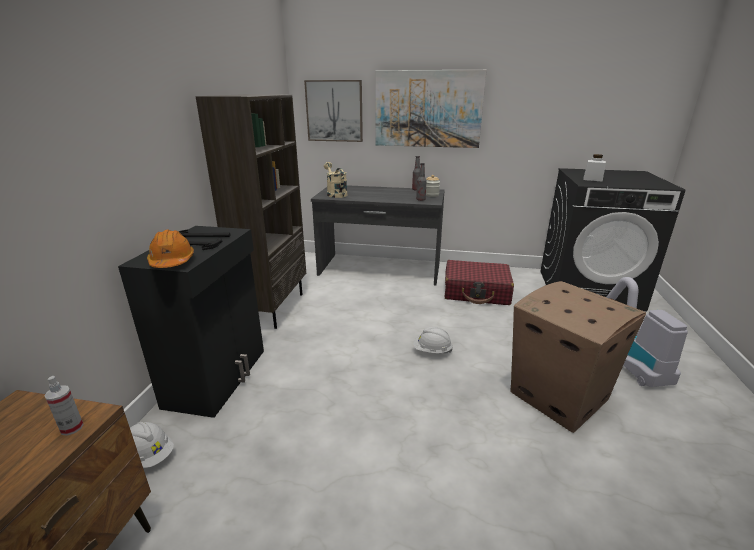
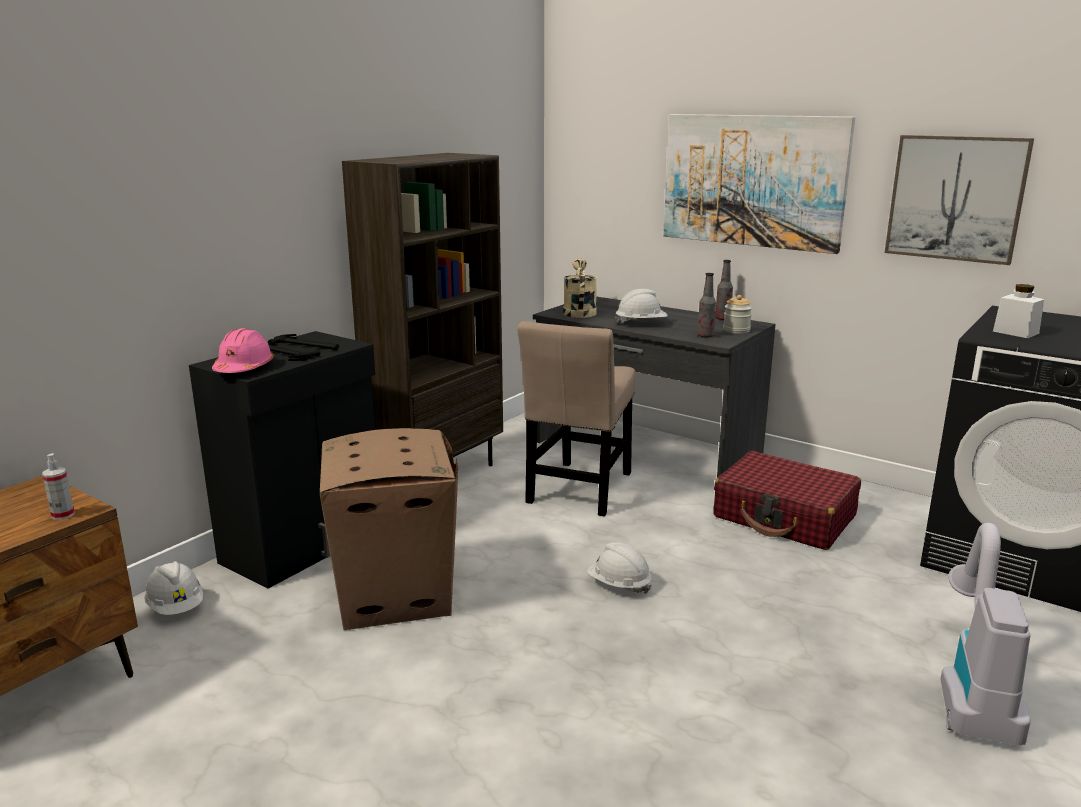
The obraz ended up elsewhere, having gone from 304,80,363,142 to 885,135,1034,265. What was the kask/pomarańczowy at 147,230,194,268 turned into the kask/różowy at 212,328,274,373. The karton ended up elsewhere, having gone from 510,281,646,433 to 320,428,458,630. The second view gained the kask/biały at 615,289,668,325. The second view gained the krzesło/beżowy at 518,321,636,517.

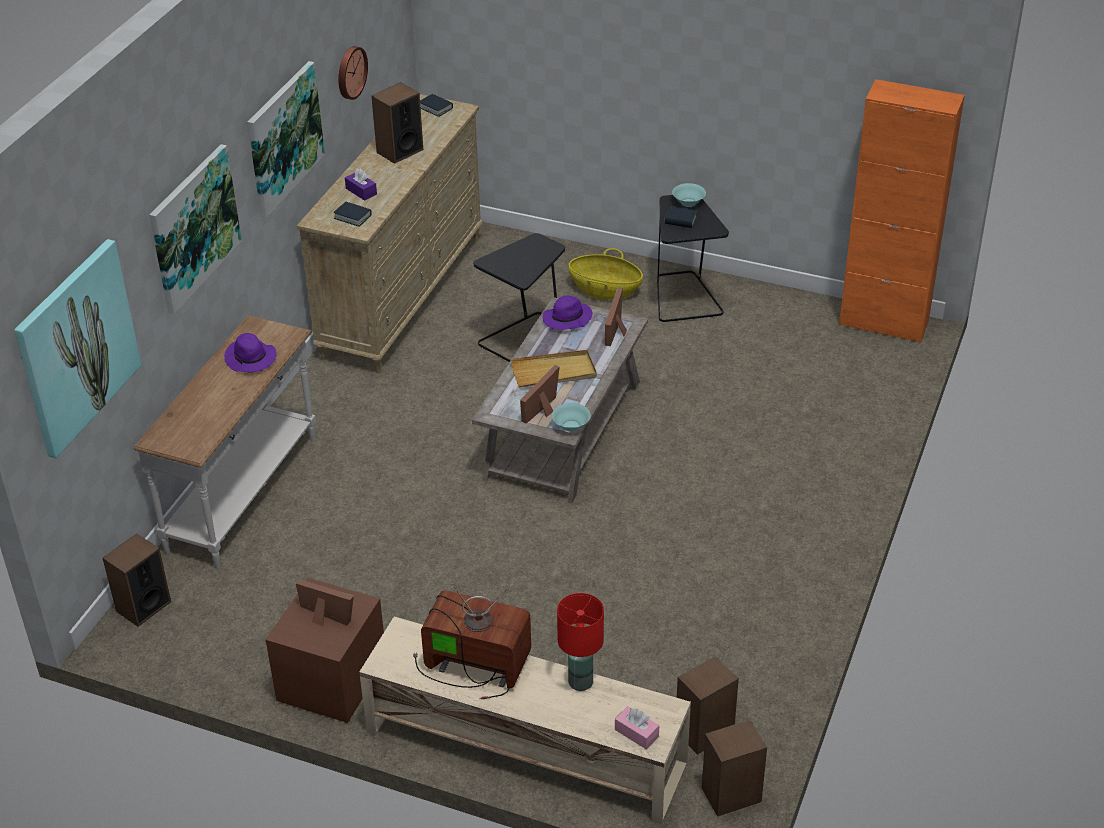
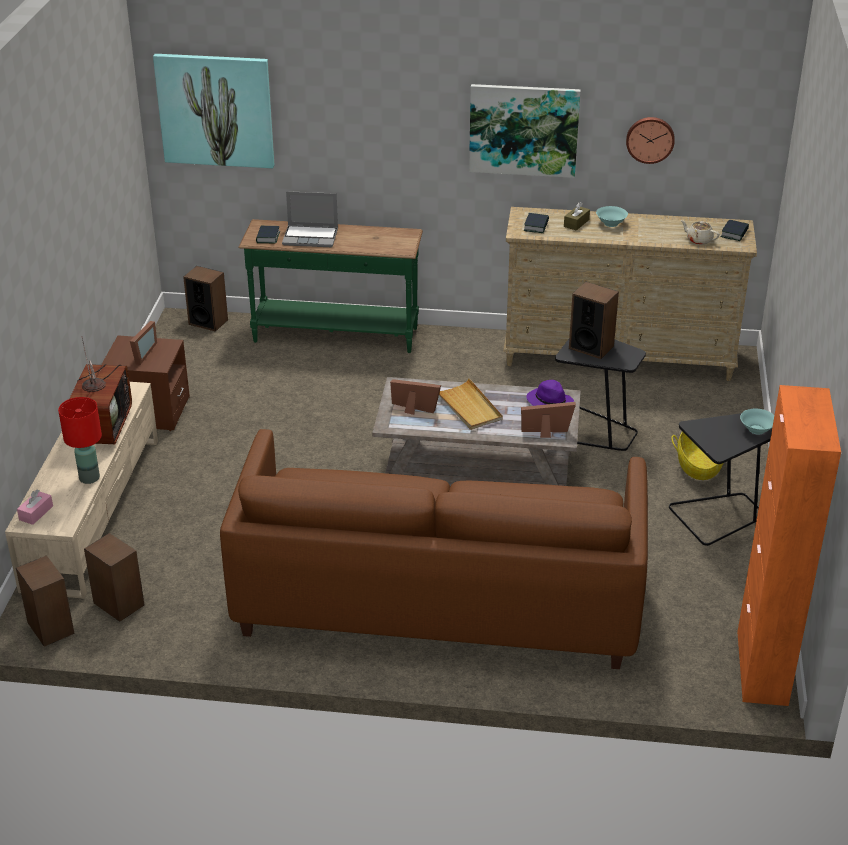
The głośnik ended up elsewhere, having gone from 371,82,423,164 to 569,282,619,359. The second view lost the obraz at 149,144,242,314. What was the pudełko chusteczek/fioletowy at 345,169,377,201 turned into the pudełko chusteczek/brązowy at 564,202,590,230. The książka ended up elsewhere, having gone from 664,206,697,228 to 256,226,280,243. What was the stolik konsolowy/biały at 134,315,316,568 turned into the stolik konsolowy/zielony at 238,219,423,353. The second view lost the kapelusz/fioletowy at 224,333,277,373. The miska/turkusowy ended up elsewhere, having gone from 552,403,590,432 to 596,206,628,227. The second view gained the laptop at 282,191,338,247. The second view gained the imbryk/beżowy at 681,220,720,245. The second view gained the kanapa/brązowy at 220,429,648,669.

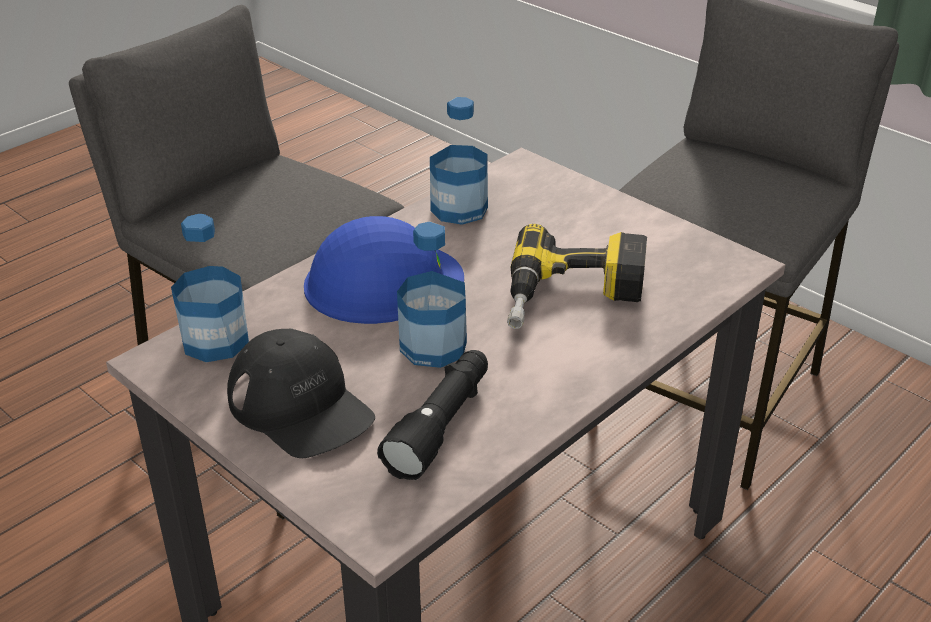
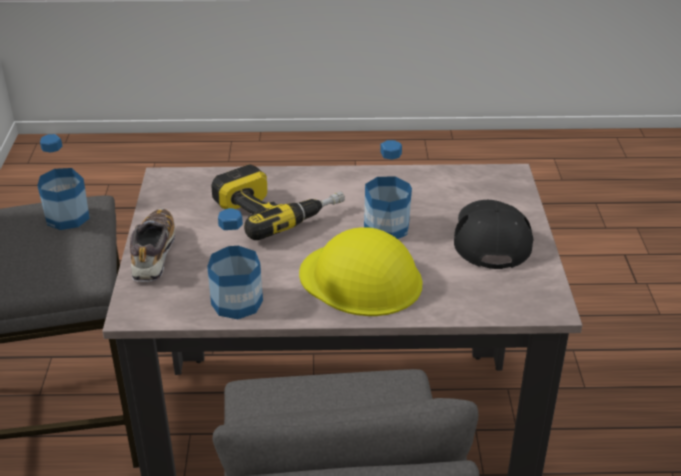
The butelka ended up elsewhere, having gone from 171,214,249,362 to 37,134,90,230. What was the kask/niebieski at 304,216,464,324 turned into the kask/żółty at 299,227,423,316. The second view lost the latarka/czarny at 377,350,488,480. The second view gained the but at 130,209,175,282.

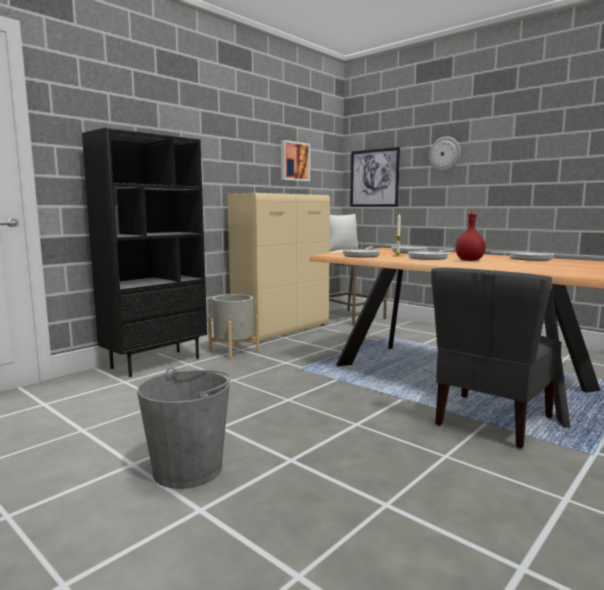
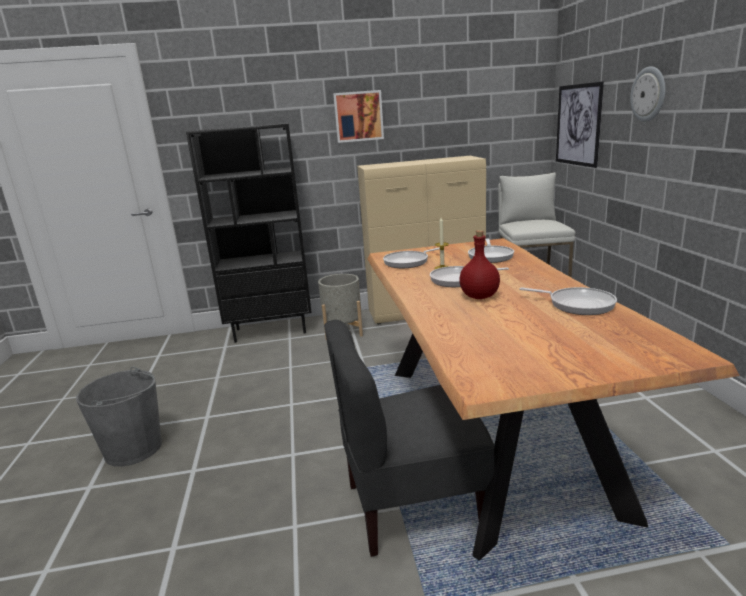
The obraz ended up elsewhere, having gone from 281,140,310,181 to 333,90,384,143.

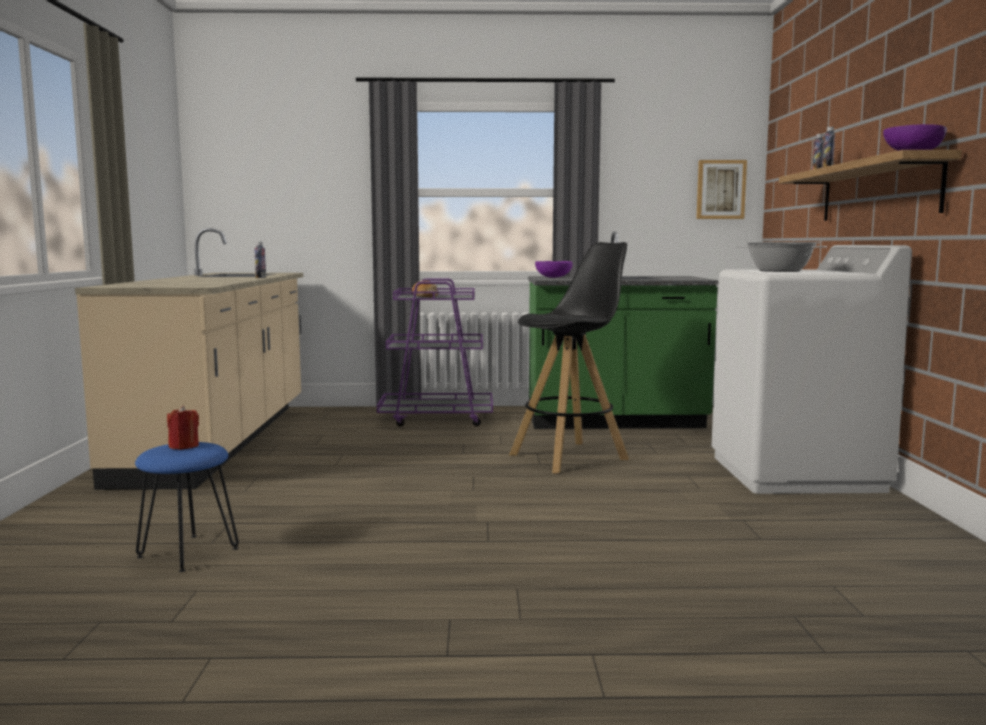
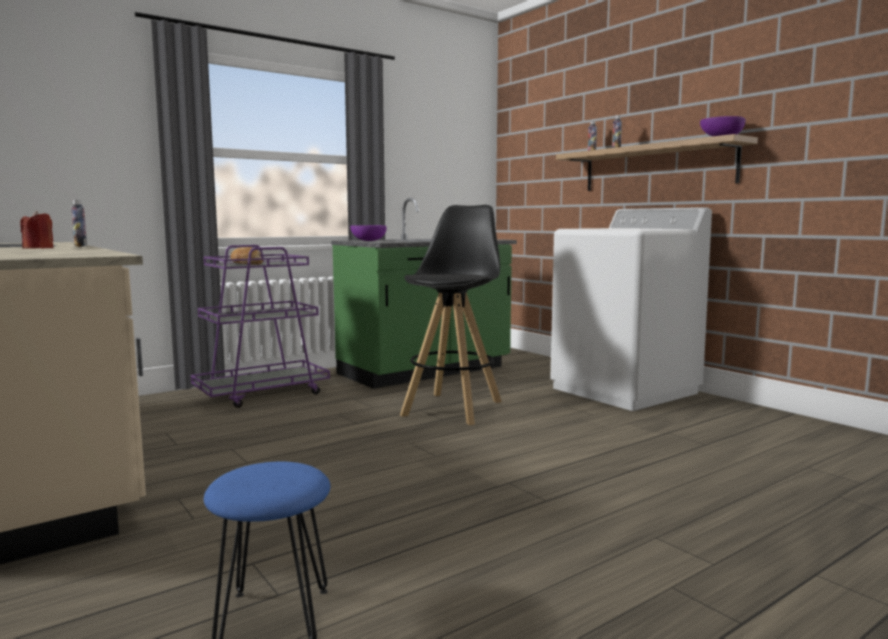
The second view lost the obraz at 696,160,747,219. The second view lost the garnek at 736,242,827,272. The świeca/czerwony ended up elsewhere, having gone from 167,405,199,450 to 20,211,53,248.

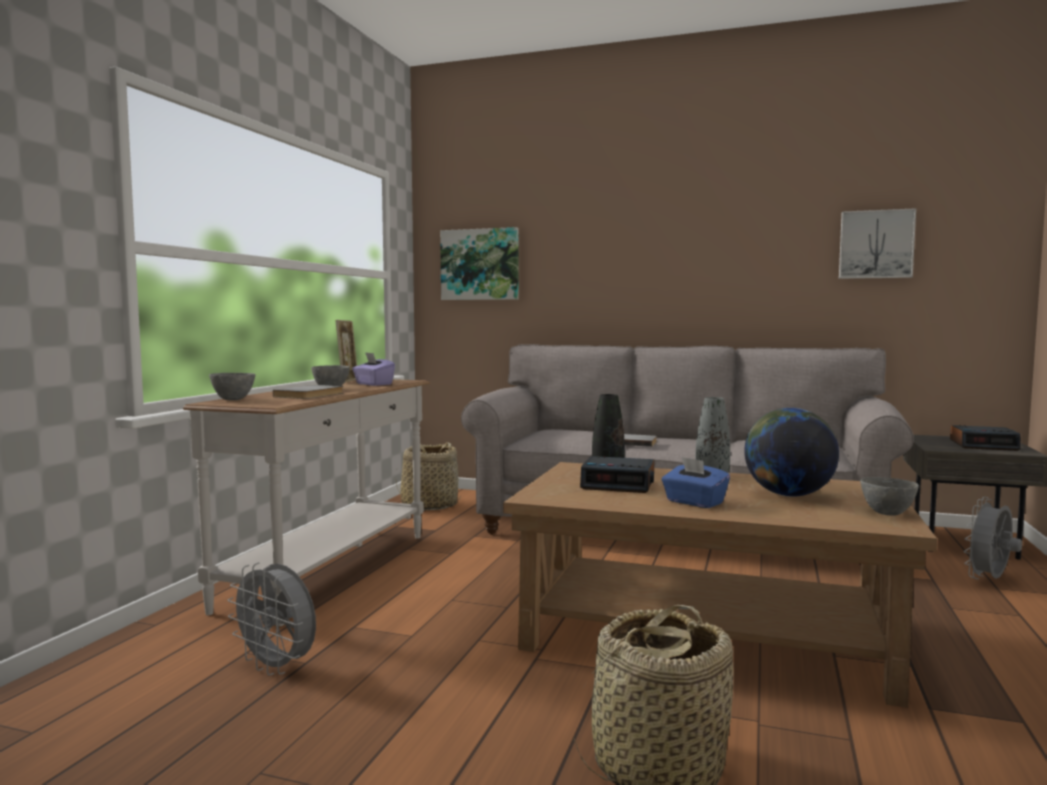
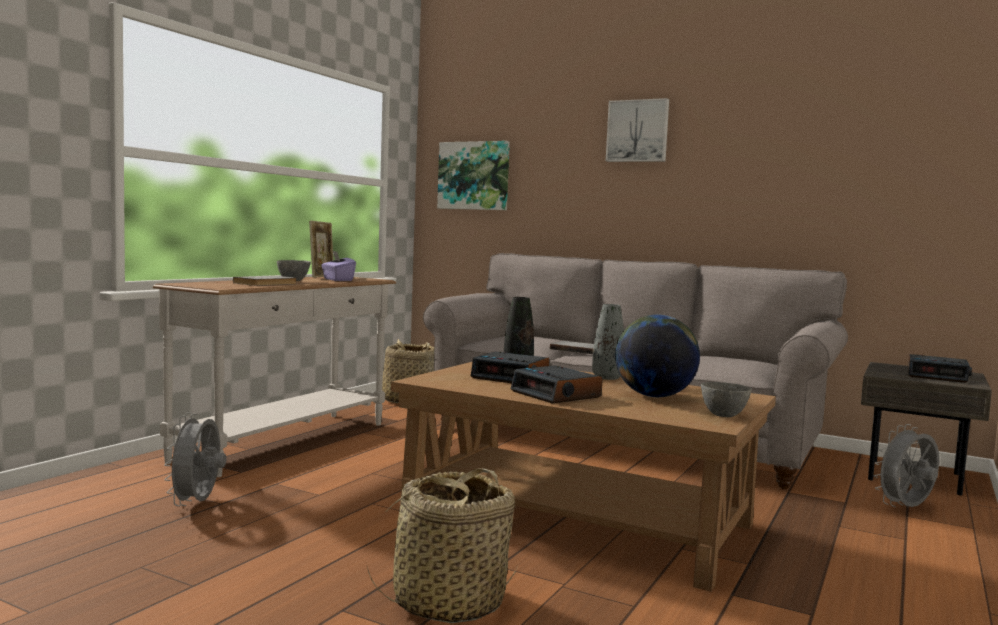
The obraz ended up elsewhere, having gone from 839,208,916,279 to 606,98,669,162. The second view lost the miska/szary at 209,373,255,400. Where the pudełko chusteczek/niebieski stood at 662,457,730,508, the budzik came to stand at 511,365,603,403. The wentylator/szary at 227,562,316,676 ended up facing another way, 45 degrees clockwise from before.

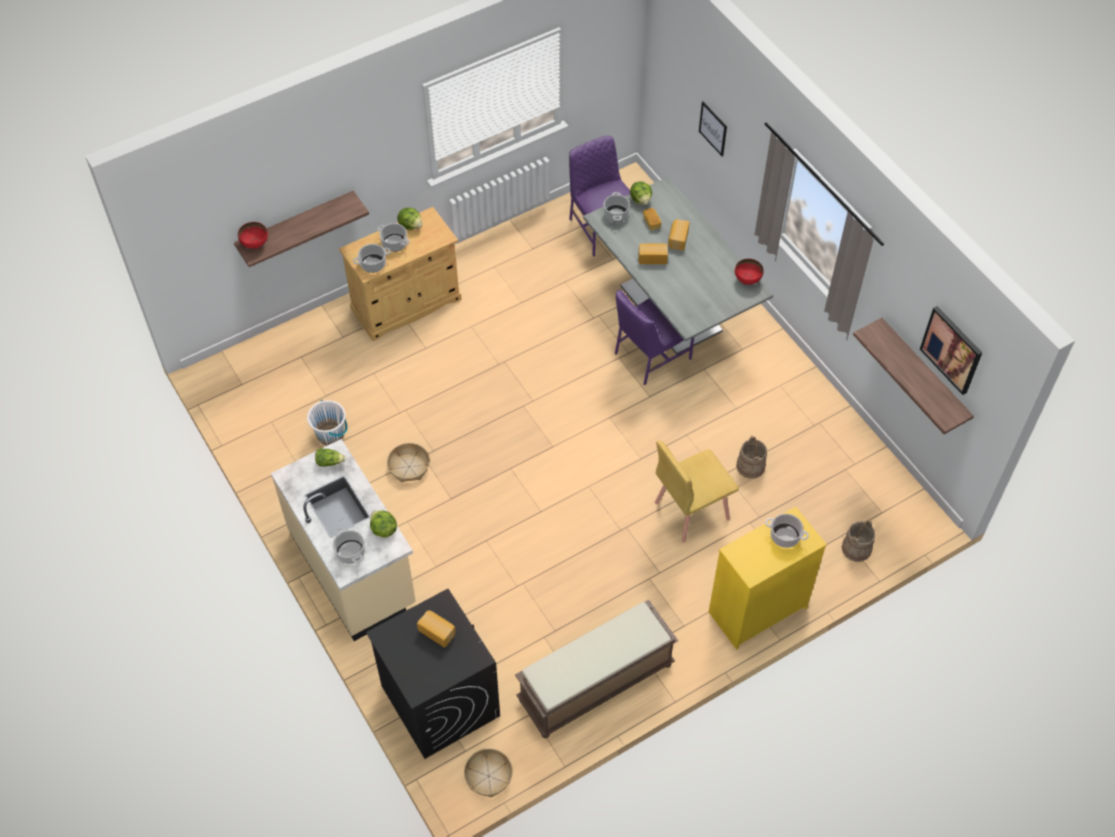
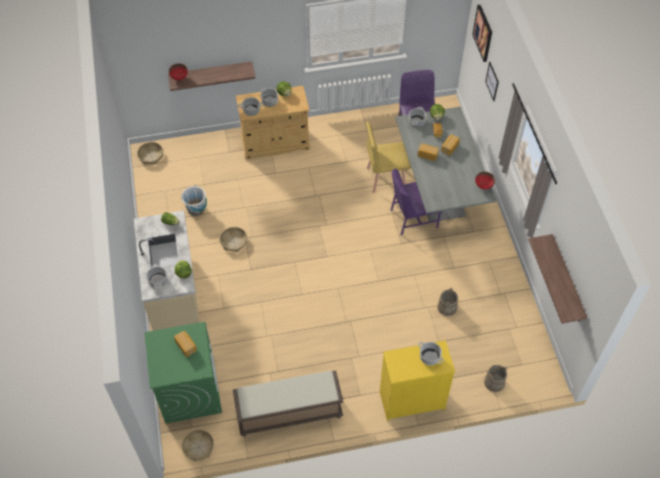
The obraz ended up elsewhere, having gone from 920,306,982,395 to 472,5,492,62. The krzesło/żółty ended up elsewhere, having gone from 655,440,739,543 to 366,122,411,193. What was the pralka/czarny at 366,589,500,759 turned into the pralka/zielony at 144,322,222,424. The second view gained the koszyk at 137,142,163,164.

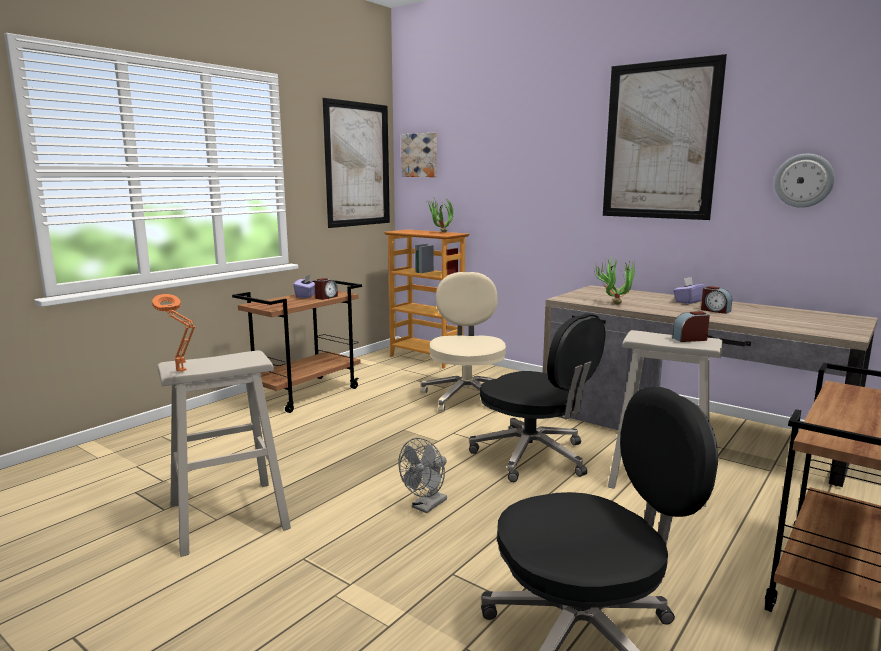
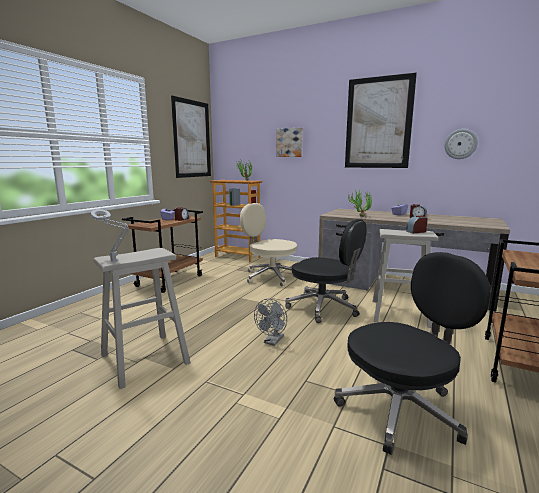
The obraz ended up elsewhere, having gone from 401,133,437,177 to 276,128,303,157. The krzesło biurowe/beżowy at 420,272,506,412 ended up facing another way, 45 degrees counterclockwise from before. What was the lampa stołowa/pomarańczowy at 152,294,195,372 turned into the lampa stołowa/szary at 91,209,129,262.

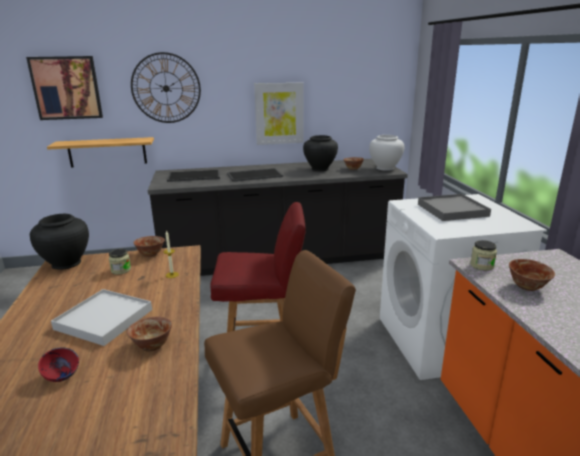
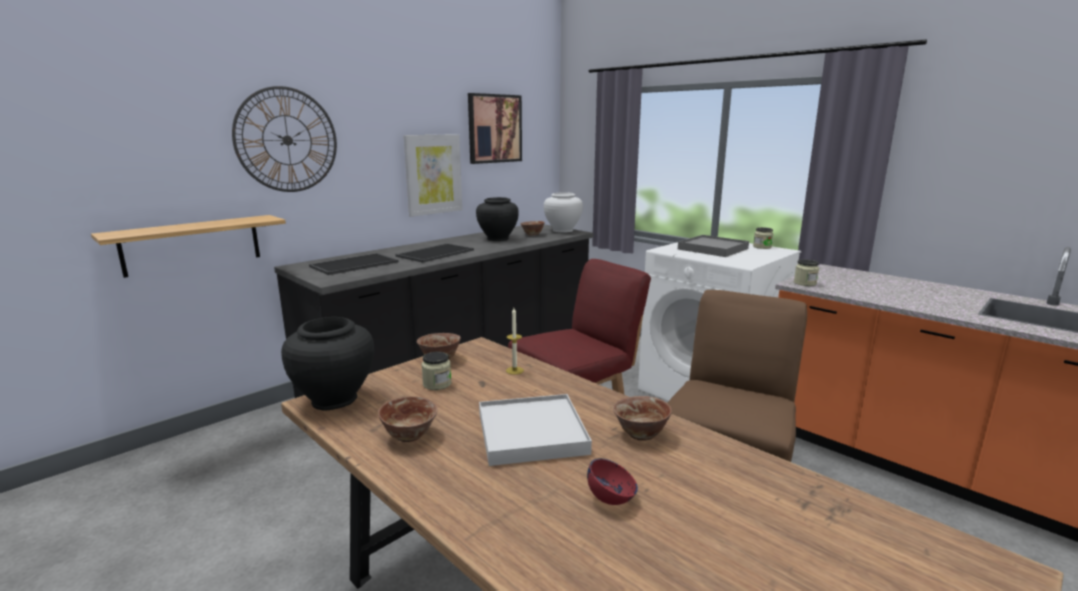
The obraz ended up elsewhere, having gone from 26,56,103,120 to 468,93,522,164. The miska ended up elsewhere, having gone from 509,259,555,291 to 378,396,437,442. The second view gained the słoik at 753,227,773,249.

